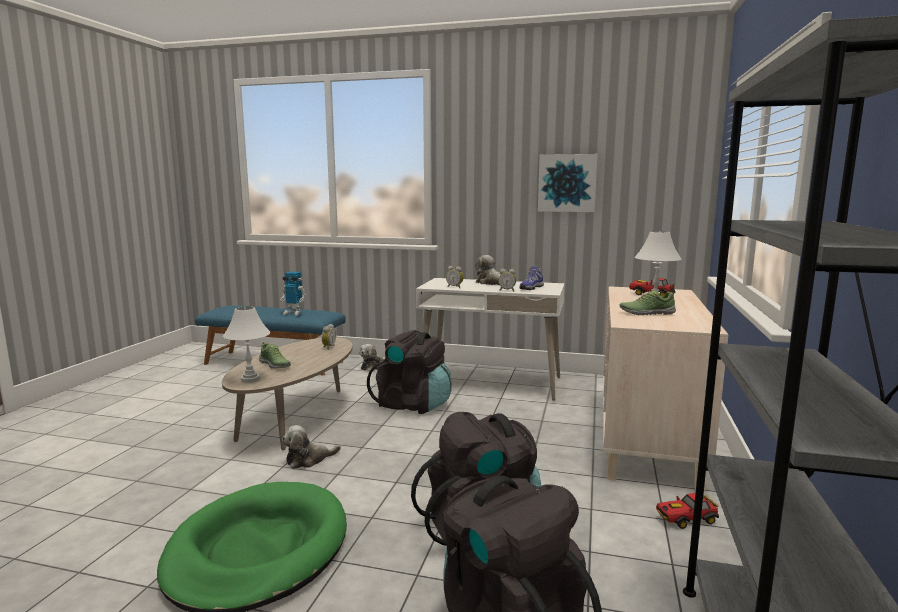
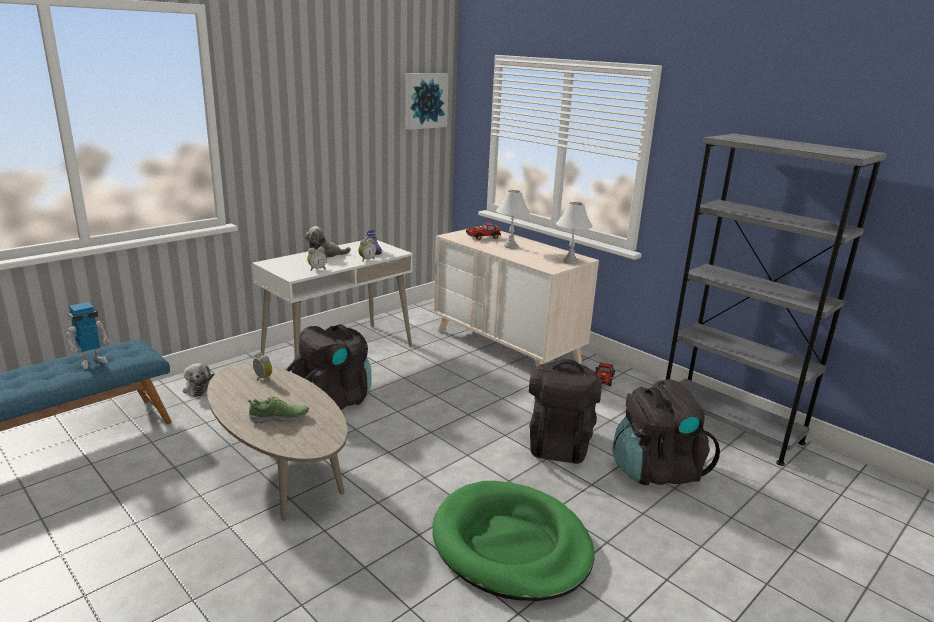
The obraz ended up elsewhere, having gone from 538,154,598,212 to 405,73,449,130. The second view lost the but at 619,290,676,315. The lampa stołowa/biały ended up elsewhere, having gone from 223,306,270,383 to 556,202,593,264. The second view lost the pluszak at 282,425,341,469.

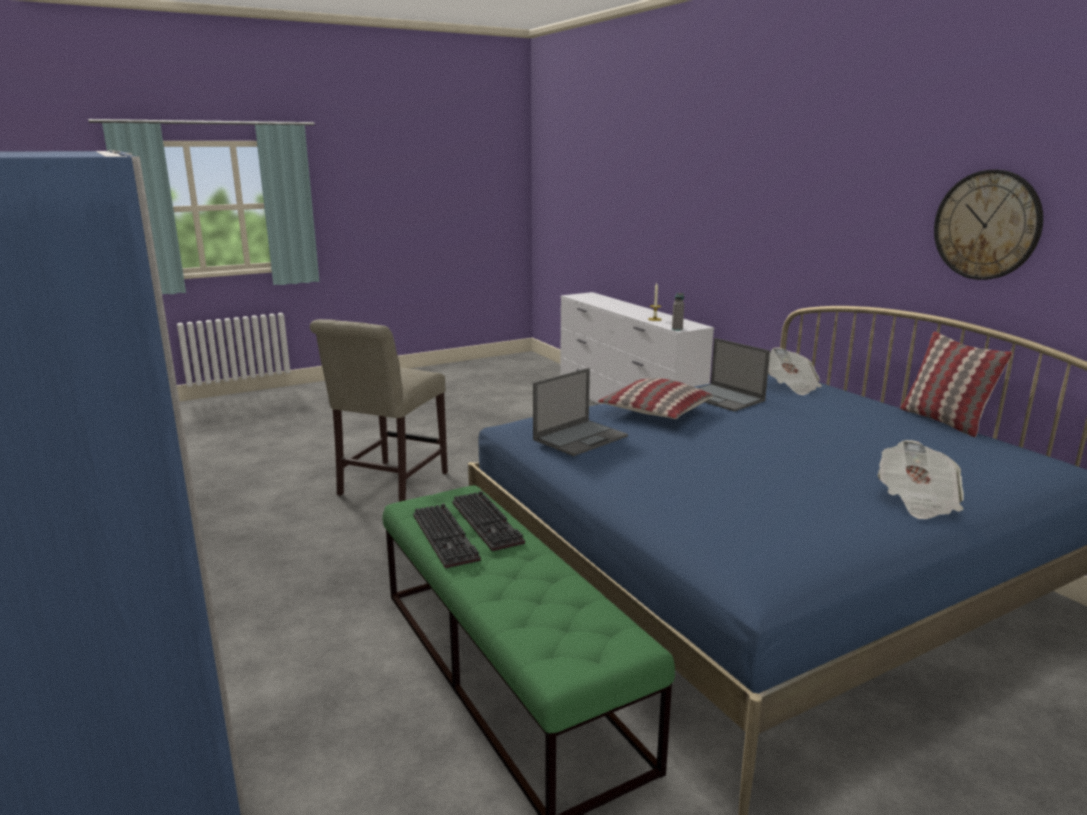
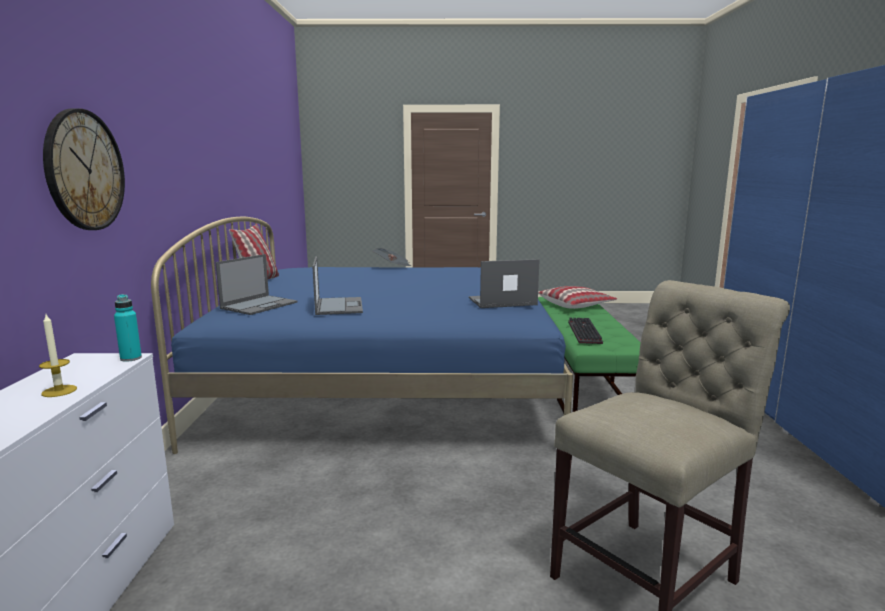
The zegar ścienny ended up elsewhere, having gone from 934,170,1043,280 to 43,108,125,230. What was the butelka/szary at 672,293,684,331 turned into the butelka/turkusowy at 114,294,142,362. Where the gazeta stood at 768,347,822,395, the laptop came to stand at 216,254,298,315. The poduszka ended up elsewhere, having gone from 598,378,713,419 to 538,286,617,309. The second view lost the klawiatura at 413,503,481,569.

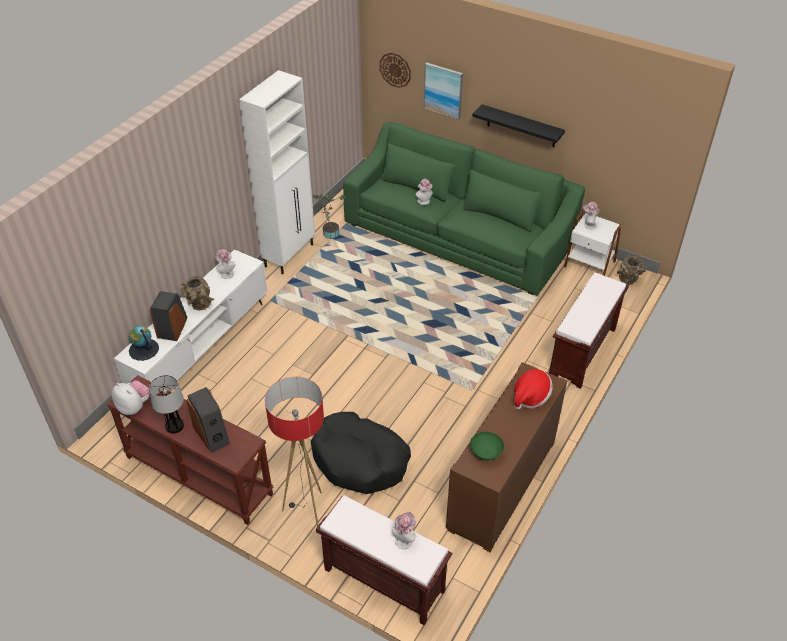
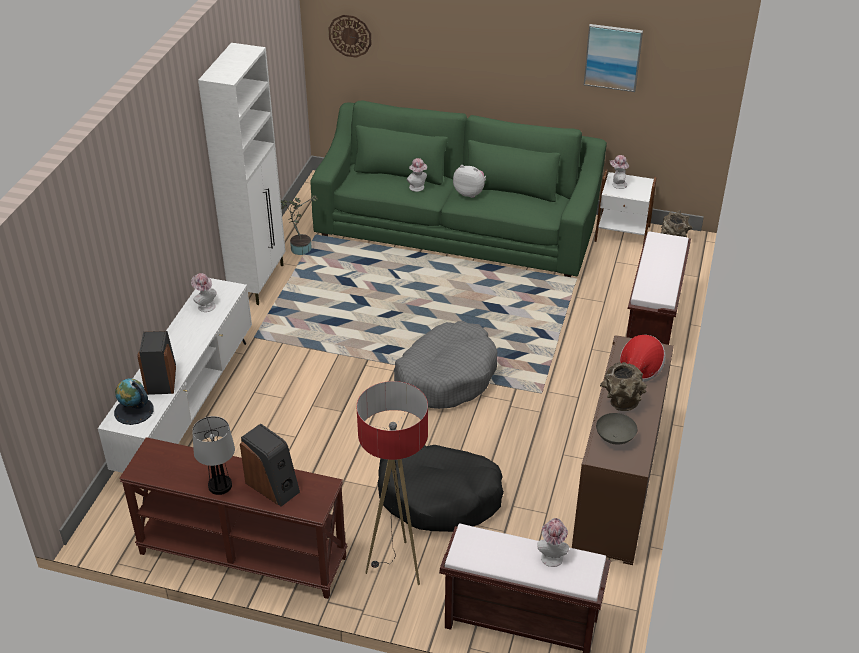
The obraz ended up elsewhere, having gone from 424,62,463,120 to 584,24,643,92. The second view lost the półka/czarny at 472,104,565,147. The wazon/brązowy ended up elsewhere, having gone from 181,276,214,310 to 600,362,647,411. The pluszak ended up elsewhere, having gone from 112,380,150,415 to 453,165,486,198. What was the miska/zielony at 470,432,504,460 turned into the miska/szary at 596,413,637,445. The second view gained the legowisko/szary at 394,321,497,409.

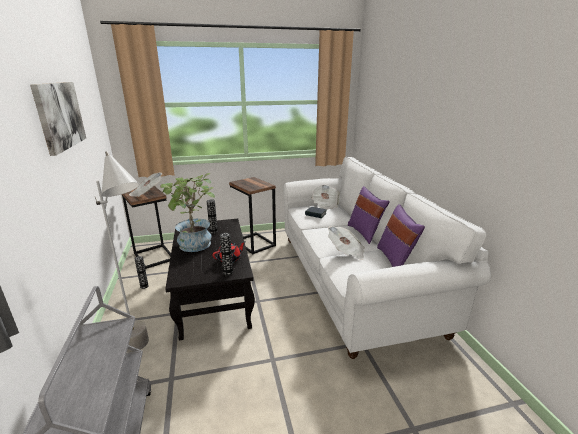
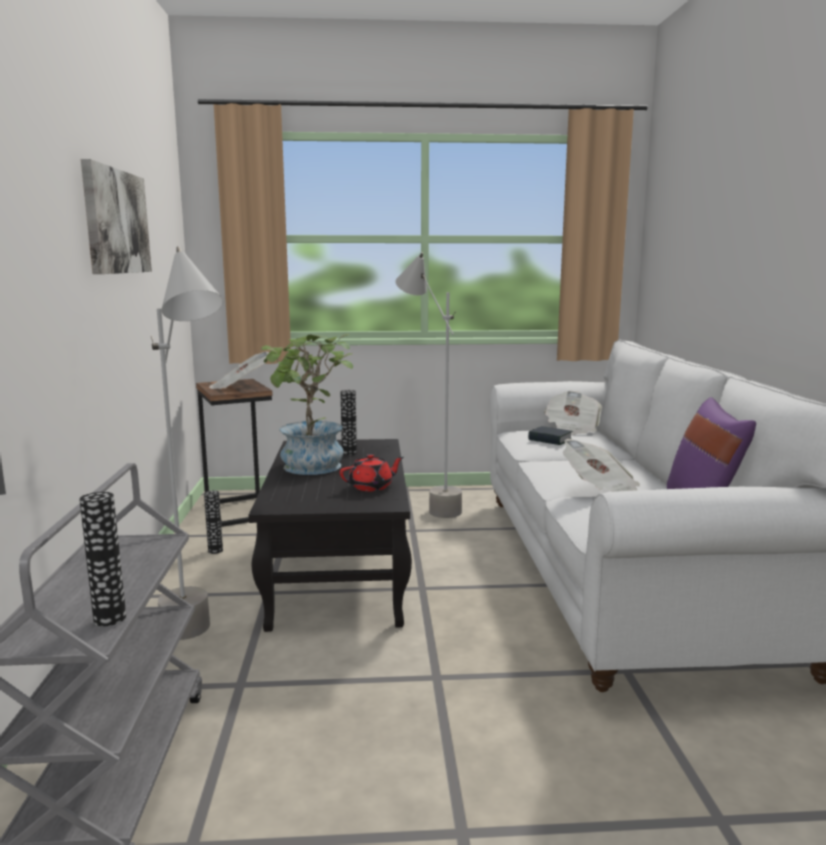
Where the stolik stood at 229,177,276,254, the lampa stojąca/szary came to stand at 395,252,462,518. The second view lost the poduszka/fioletowy at 348,186,390,244. The wazon ended up elsewhere, having gone from 220,233,233,275 to 79,492,126,626.

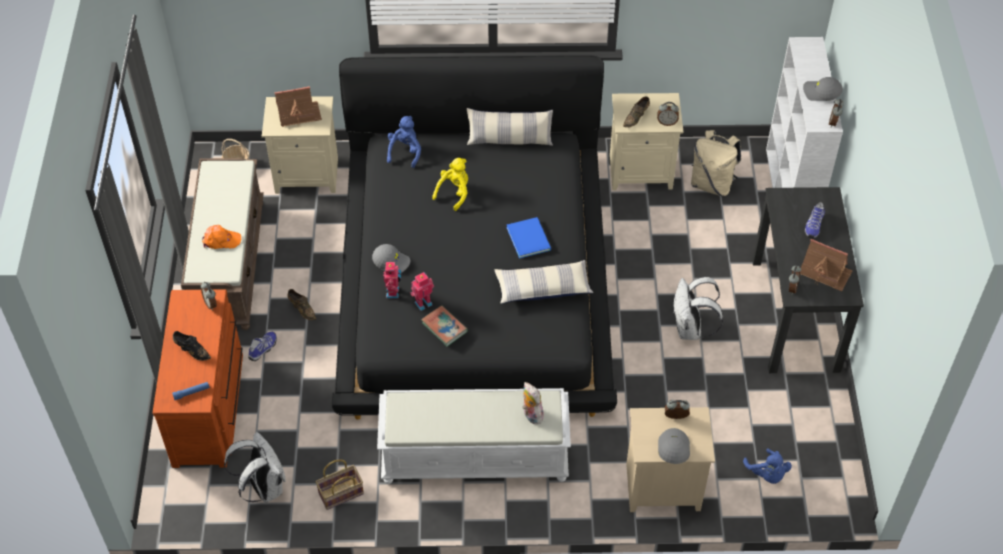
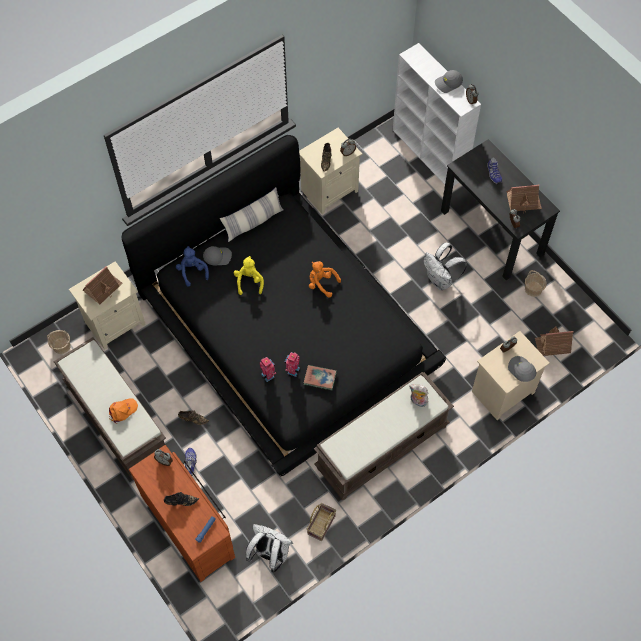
The second view lost the plecak/beżowy at 691,130,741,196. Where the książka/niebieski stood at 506,217,551,259, the pluszak/pomarańczowy came to stand at 309,261,341,298. The czapka z daszkiem/szary ended up elsewhere, having gone from 372,244,410,273 to 203,246,232,265. The second view lost the poduszka at 495,260,593,304. What was the ławka/biały at 377,388,571,484 turned into the ławka/brązowy at 314,372,454,500. Where the pluszak/niebieski stood at 743,448,792,484, the domek came to stand at 535,326,574,356. The second view gained the koszyk at 525,270,547,297.

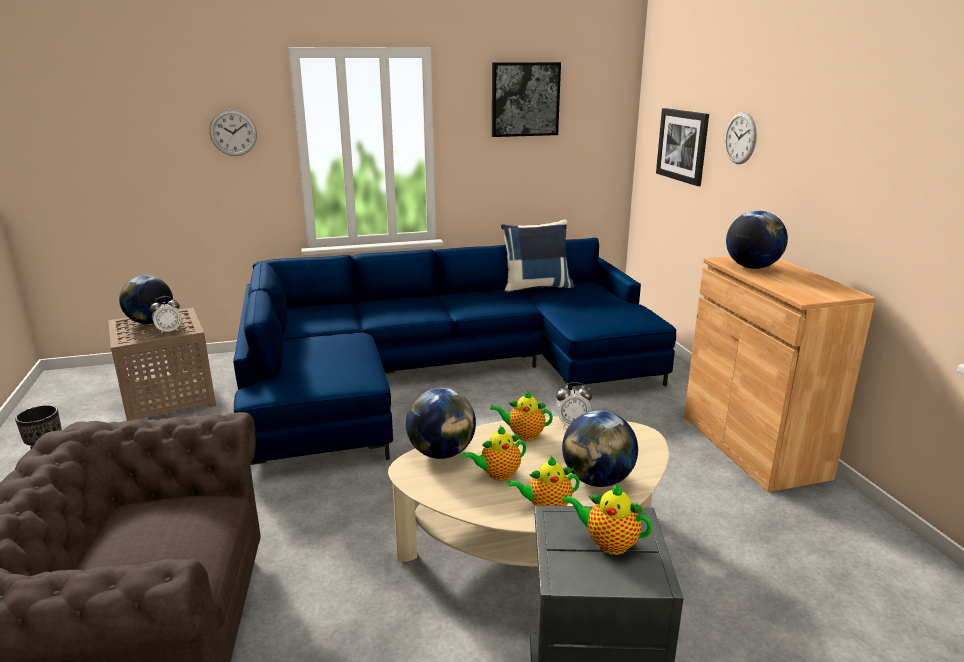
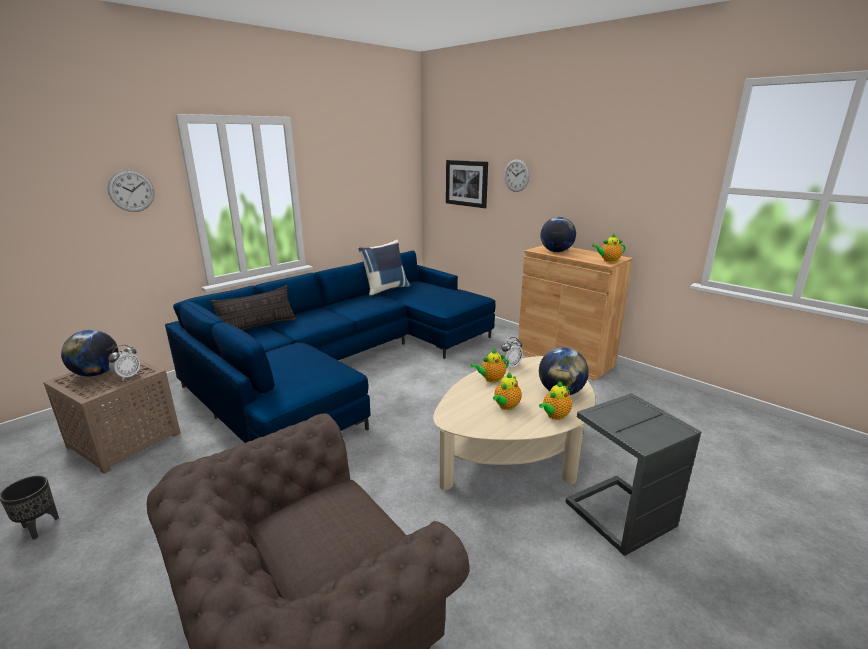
The second view lost the obraz at 492,62,561,137. The second view lost the globus at 406,388,476,459. The imbryk ended up elsewhere, having gone from 563,483,652,555 to 592,233,625,262. The second view gained the poduszka at 211,285,297,330.

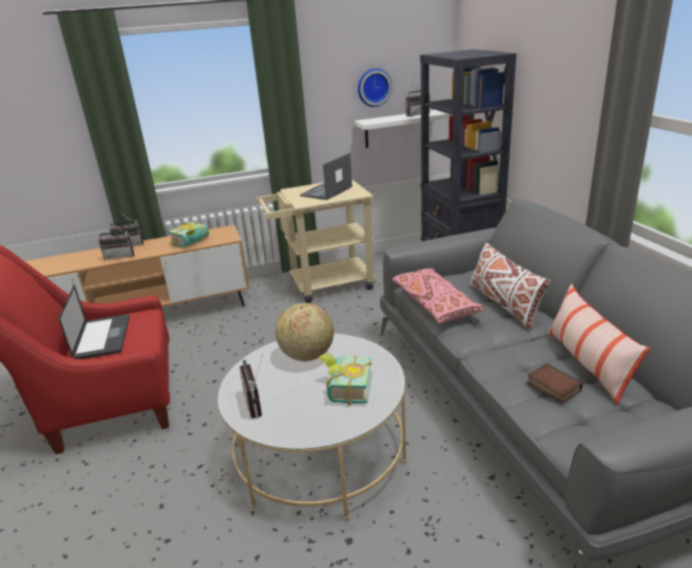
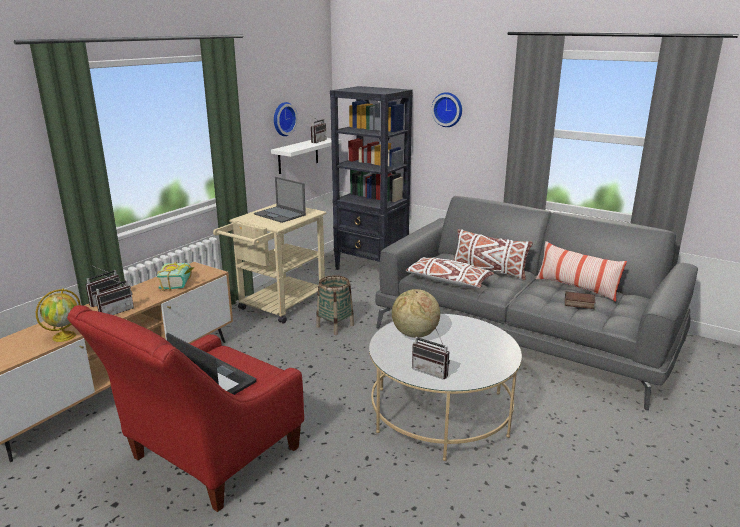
The laptop at 300,153,352,200 ended up facing another way, 45 degrees counterclockwise from before. What was the poduszka/różowy at 392,268,485,323 turned into the poduszka/biały at 406,257,494,288. The second view lost the książka at 319,353,372,406. The second view gained the zegar ścienny at 431,92,462,127. The second view gained the koszyk at 316,275,354,335. The second view gained the globus at 36,288,81,342.

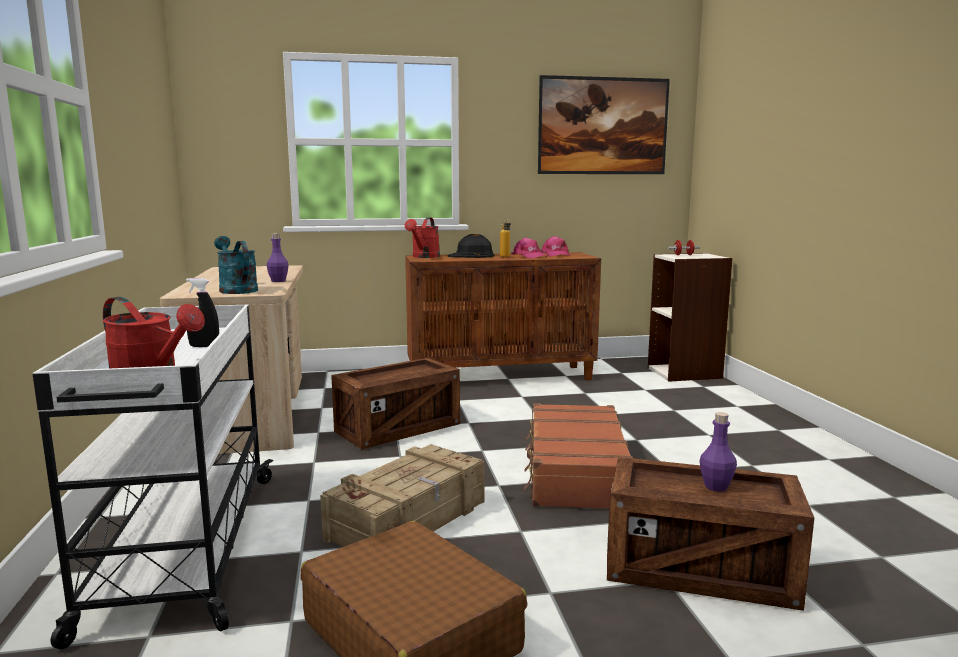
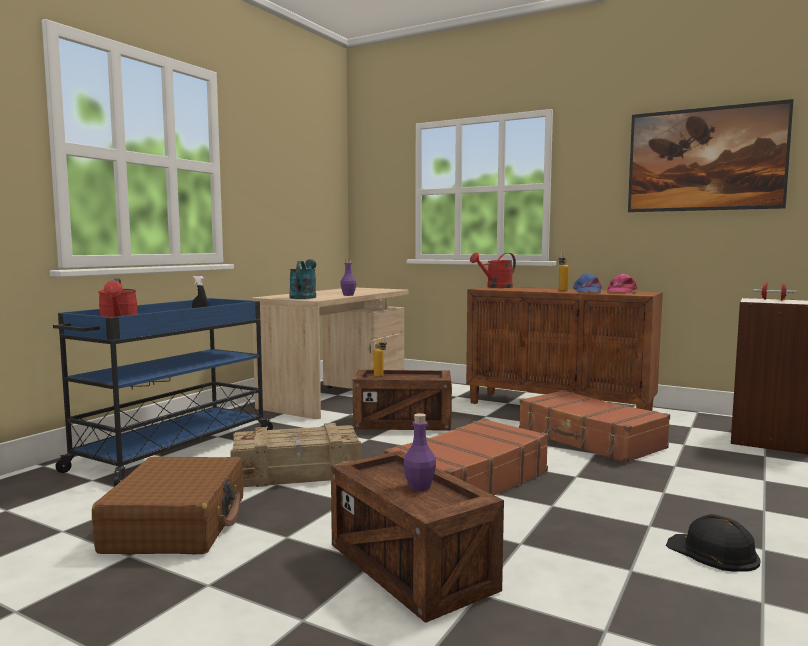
The kask/czarny ended up elsewhere, having gone from 447,234,495,258 to 666,514,761,572. What was the czapka z daszkiem/różowy at 511,237,547,259 turned into the czapka z daszkiem/niebieski at 573,273,602,293. What was the wózek/biały at 33,305,274,649 turned into the wózek/niebieski at 53,298,275,487. The second view gained the butelka at 374,337,387,377. The second view gained the walizka/brązowy at 519,390,670,463.

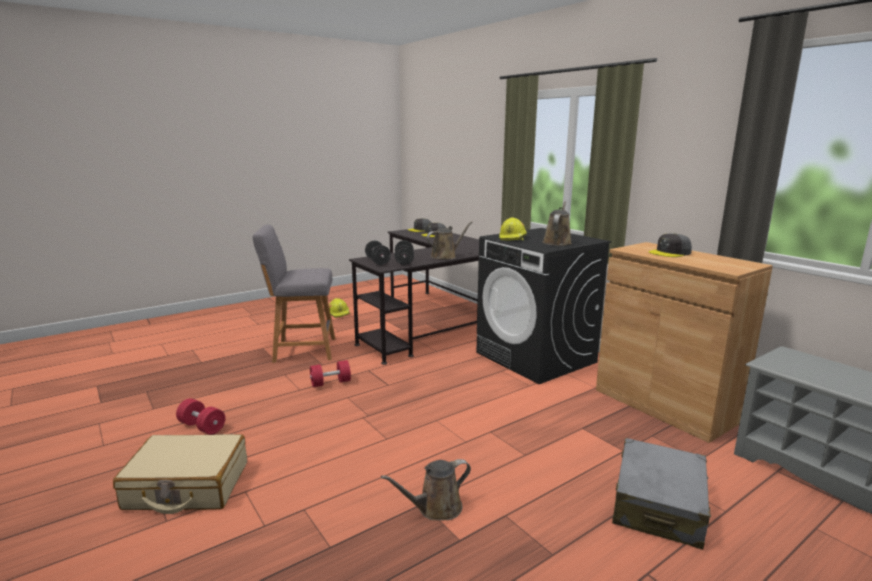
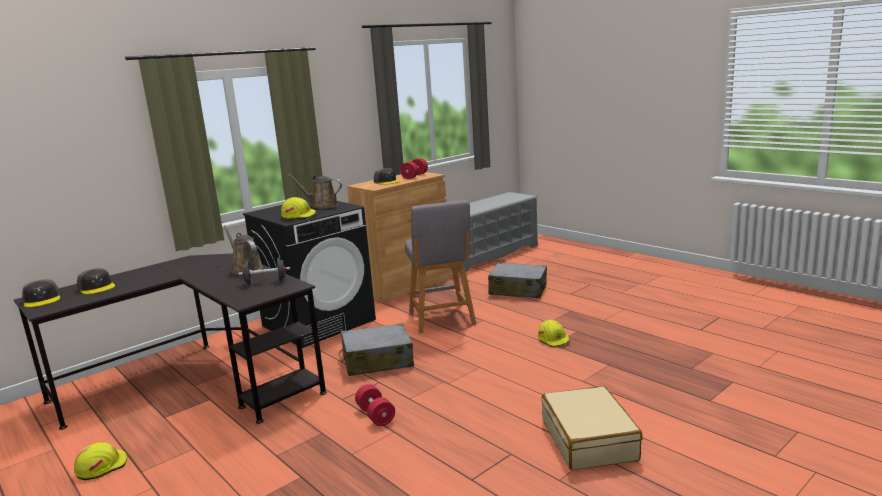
The stołek/szary ended up elsewhere, having gone from 253,225,335,363 to 405,200,476,333. The second view lost the hantel/czarny at 365,241,391,265. The hantel/czerwony ended up elsewhere, having gone from 176,398,225,435 to 400,158,428,179. Where the konewka/brązowy stood at 381,459,471,520, the kask/żółty came to stand at 538,320,570,348. The second view gained the walizka/szary at 339,323,414,376.

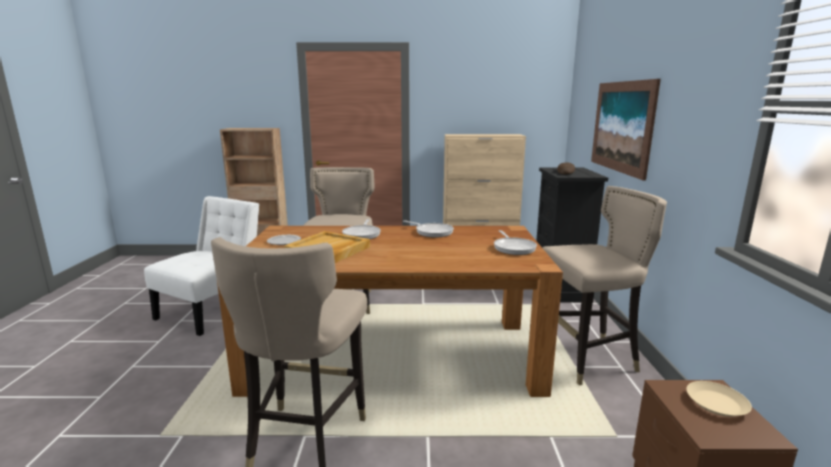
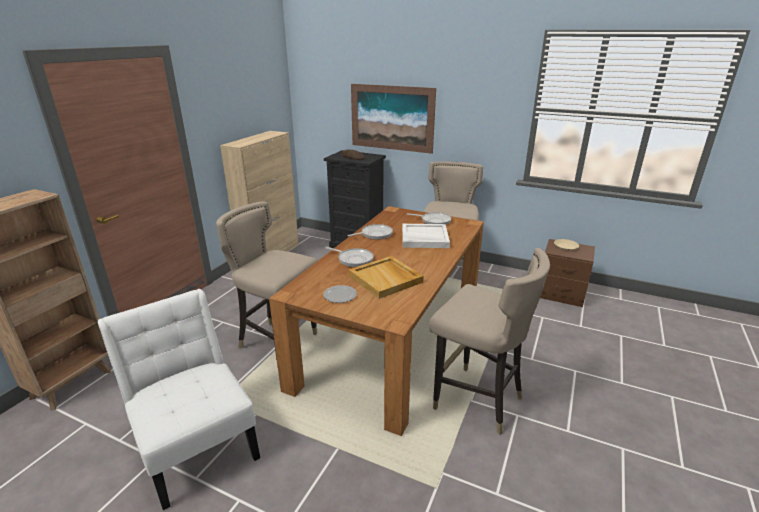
The second view gained the taca/biały at 402,224,450,248.

